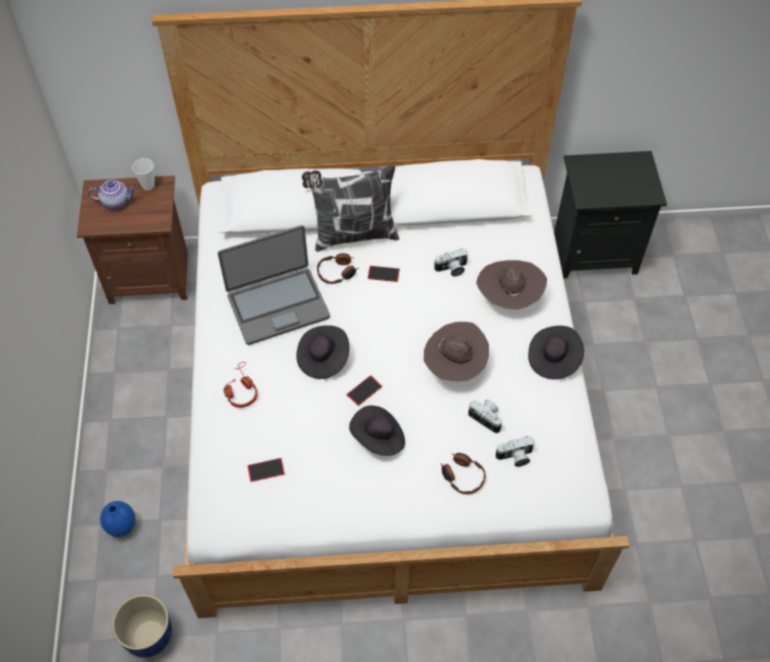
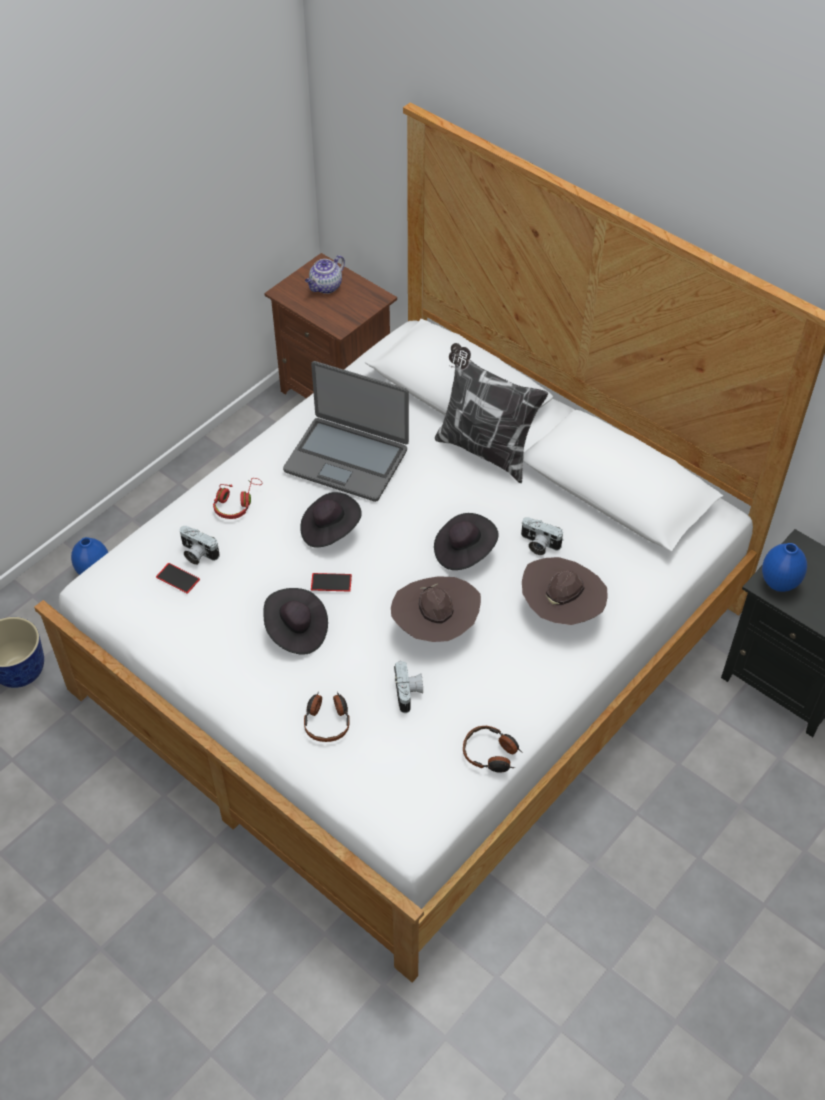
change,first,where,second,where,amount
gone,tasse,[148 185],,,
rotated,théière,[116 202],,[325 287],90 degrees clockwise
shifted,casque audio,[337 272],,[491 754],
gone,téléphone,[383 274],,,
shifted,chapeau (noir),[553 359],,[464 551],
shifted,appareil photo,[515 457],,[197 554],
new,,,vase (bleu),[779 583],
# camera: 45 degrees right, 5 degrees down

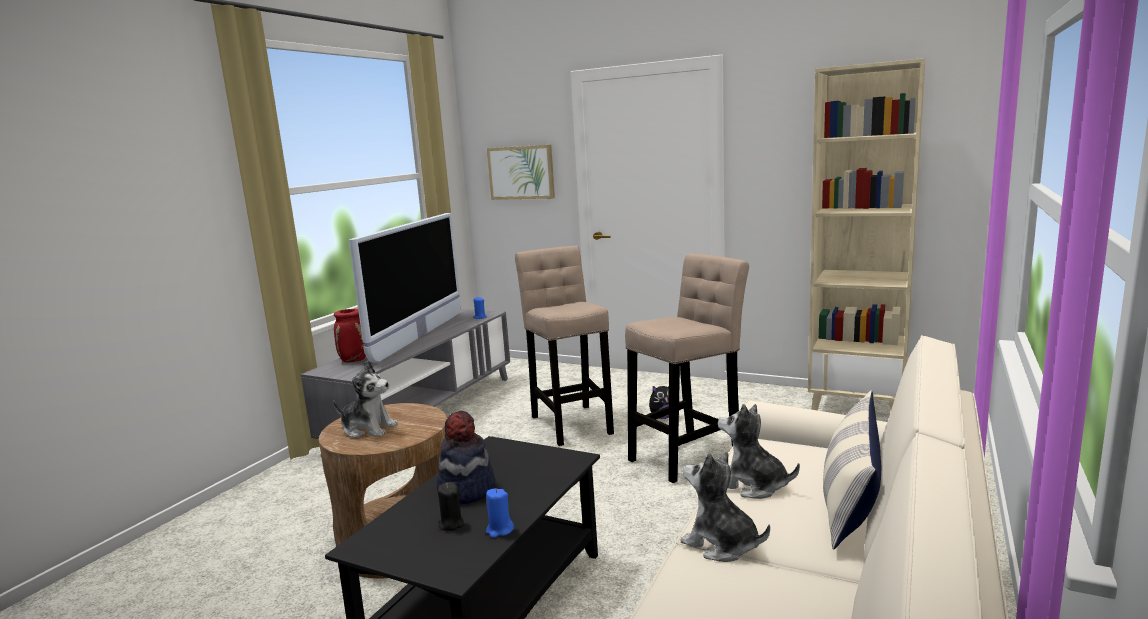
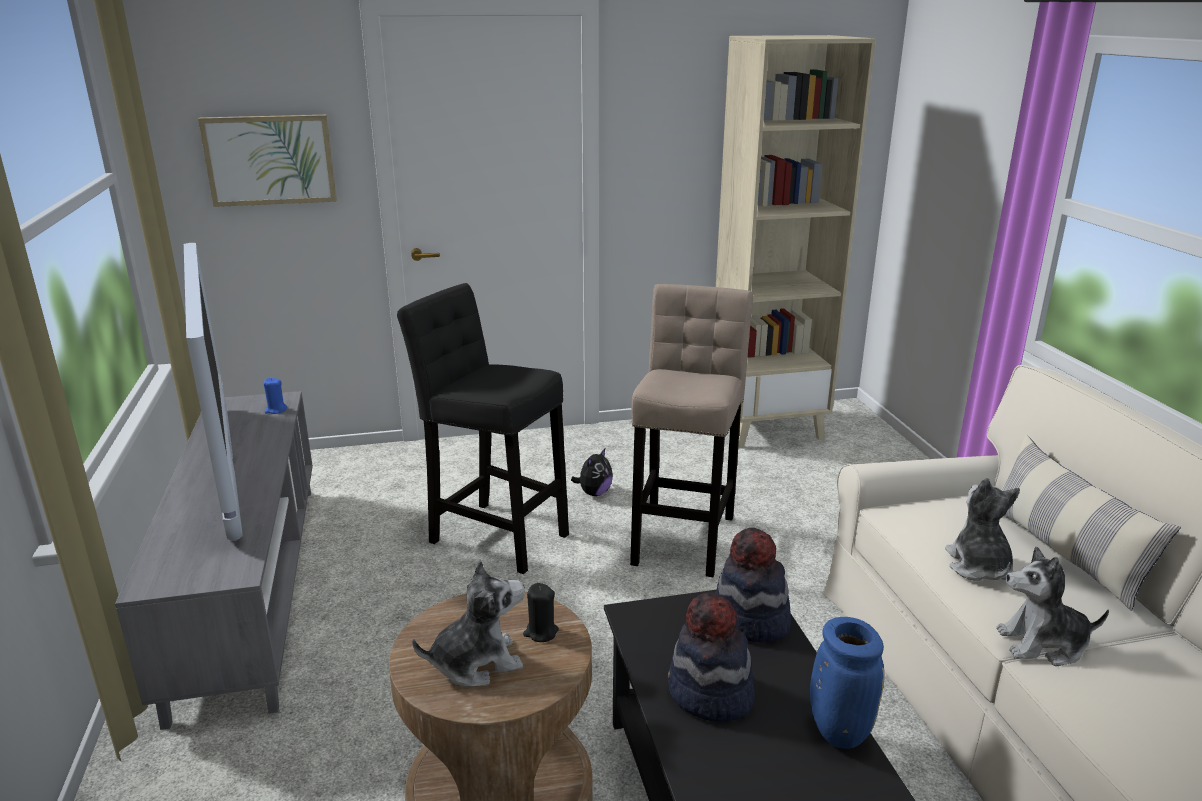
change,first,where,second,where,amount
repainted,tabouret (beige),[571 422],tabouret (noir),[494 535],
gone,vase (rouge),[355 360],,,
rotated,peluche,[753 485],,[978 567],90 degrees clockwise
shifted,bougie (noir),[451 524],,[541 632],
swapped,bougie (bleu),[499 530],vase (bleu),[837 730],
new,,,chapeau,[750 620],
# camera: 40 degrees left, 10 degrees up

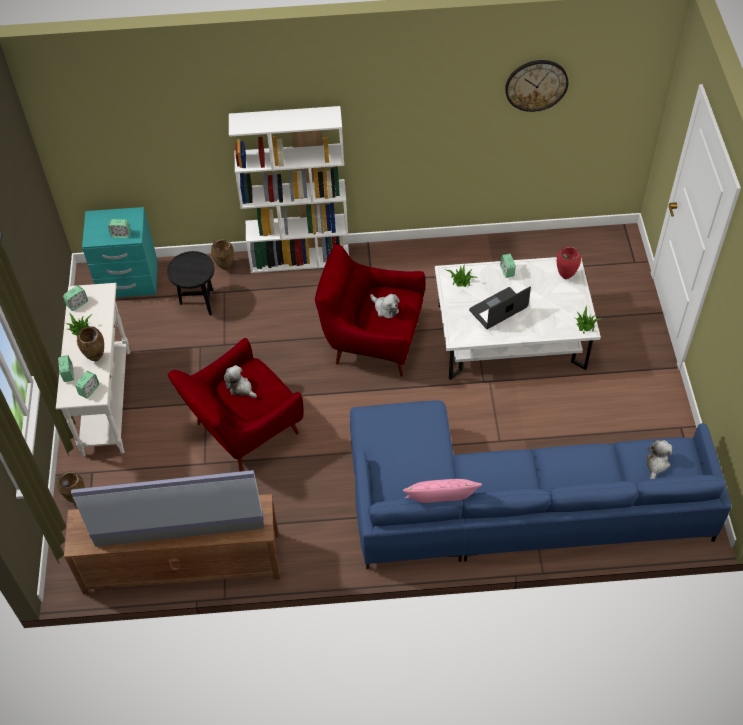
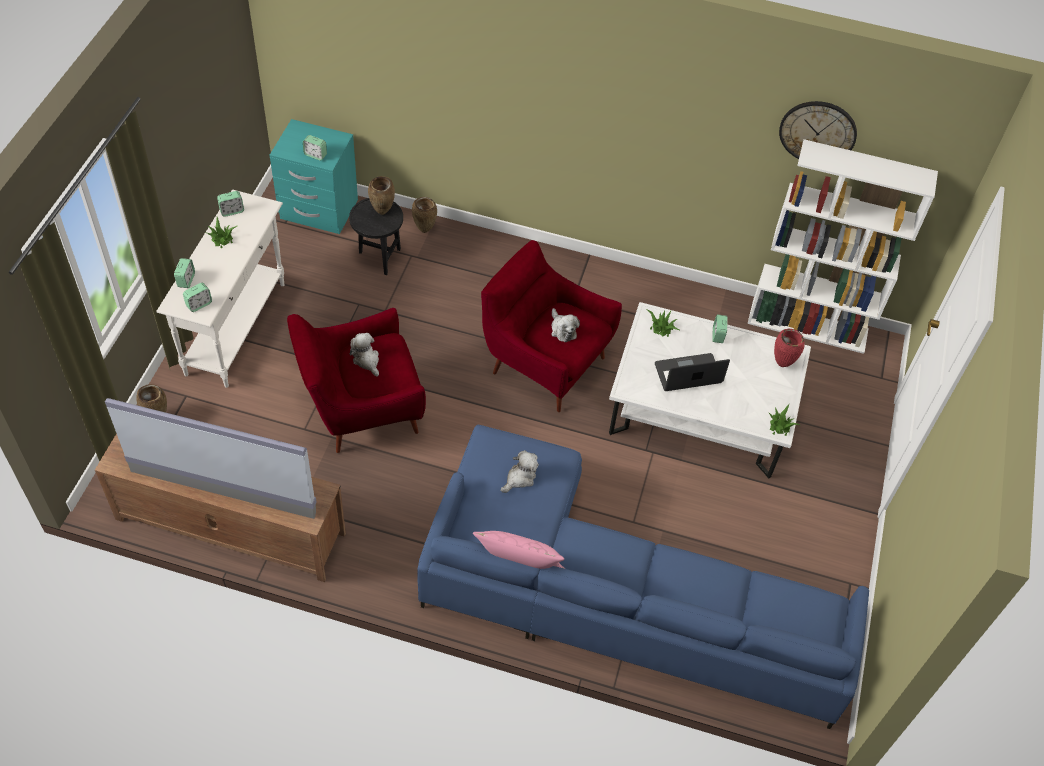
change,first,where,second,where,amount
shifted,bibliothèque (blanc),[300 258],,[808 326],
shifted,vase (marron),[96 359],,[382 212],
shifted,peluche,[656 464],,[520 478],
# camera: 15 degrees right, 0 degrees up

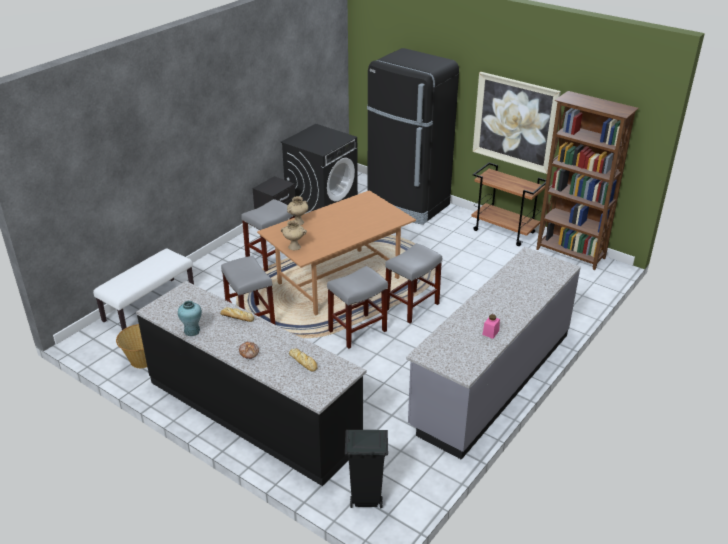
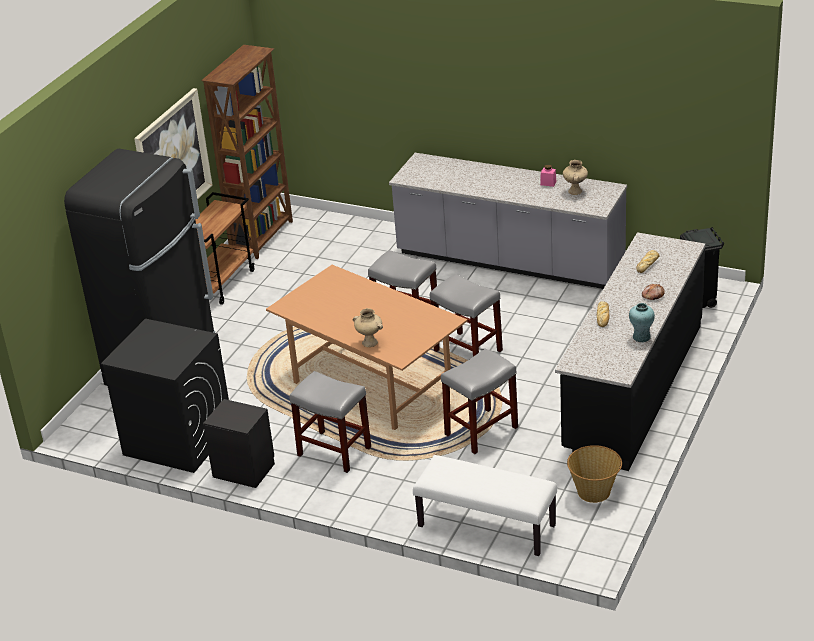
change,first,where,second,where,amount
shifted,vase (beige),[294 247],,[575 191],
# camera: 100 degrees left, 0 degrees up

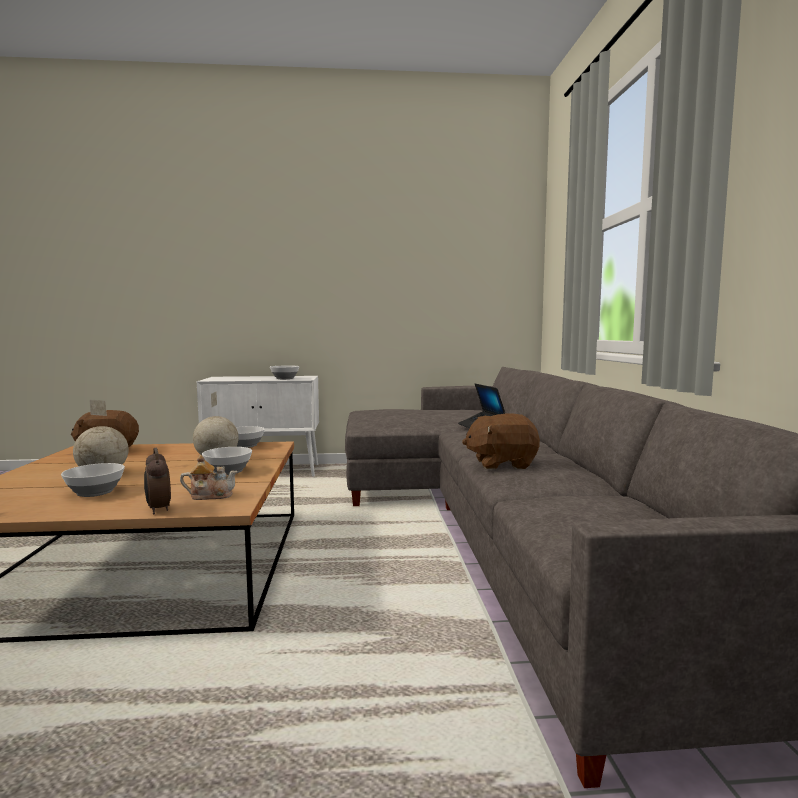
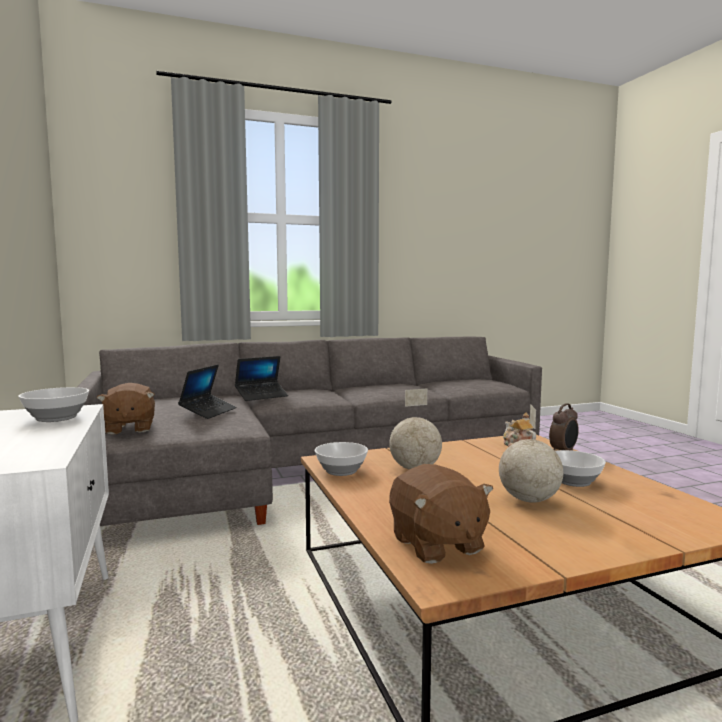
change,first,where,second,where,amount
shifted,peluche (marron),[501 464],,[129 428],
gone,bol,[227 471],,,
new,,,ordinateur portable,[208 412],
# camera: 105 degrees left, 0 degrees up

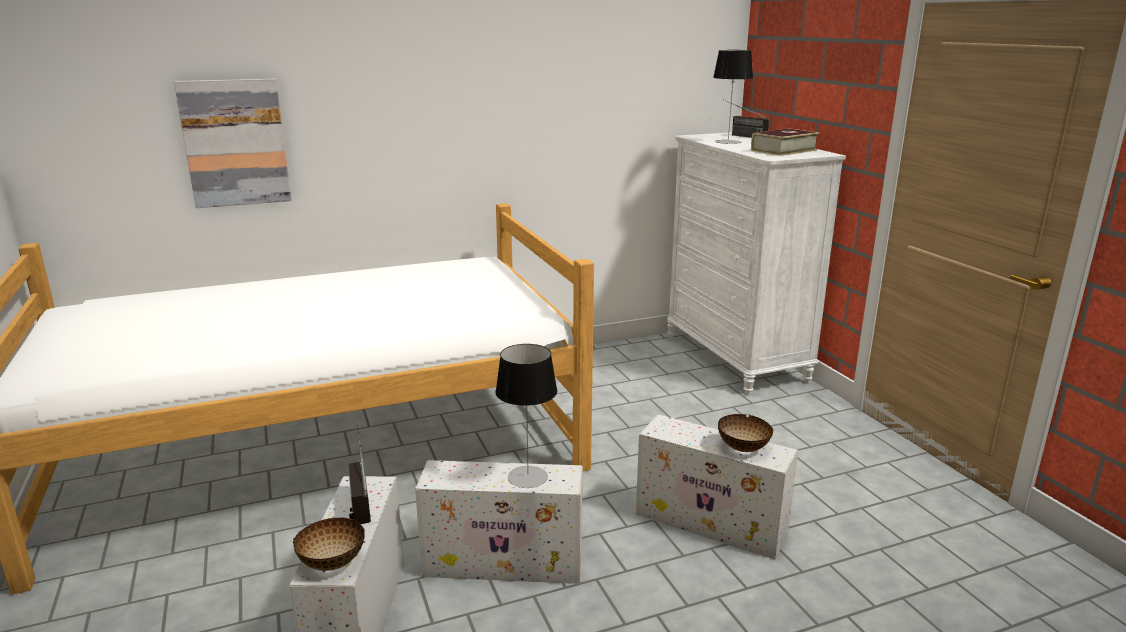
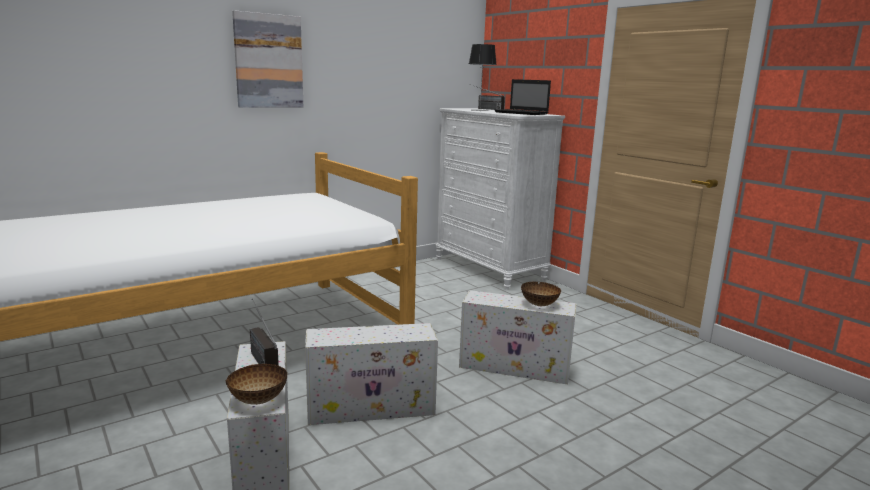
change,first,where,second,where,amount
shifted,tableau,[235 143],,[268 61],
swapped,livre,[783 150],ordinateur portable,[522 113],
gone,lampe de table,[528 477],,,
# camera: 15 degrees left, 5 degrees down

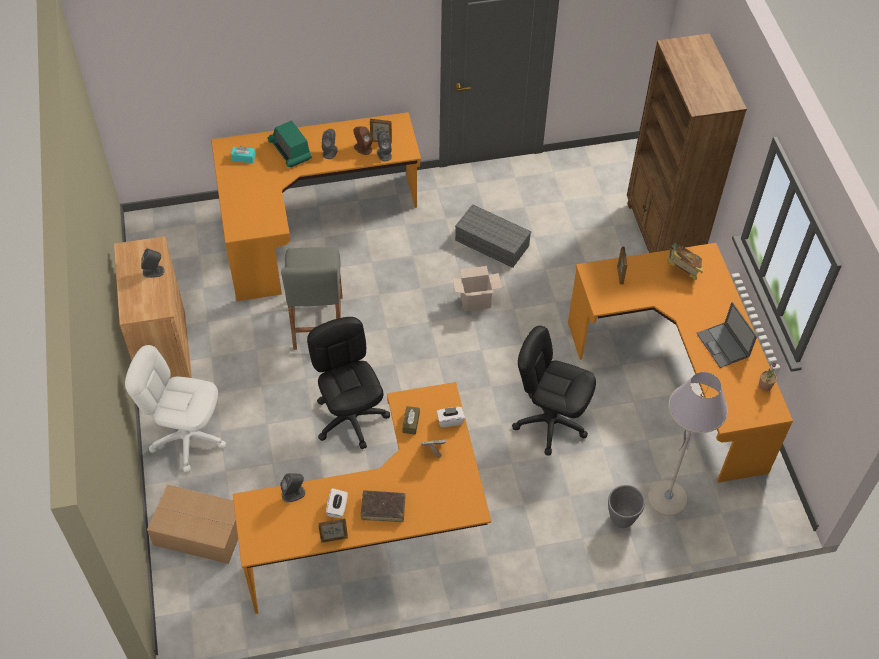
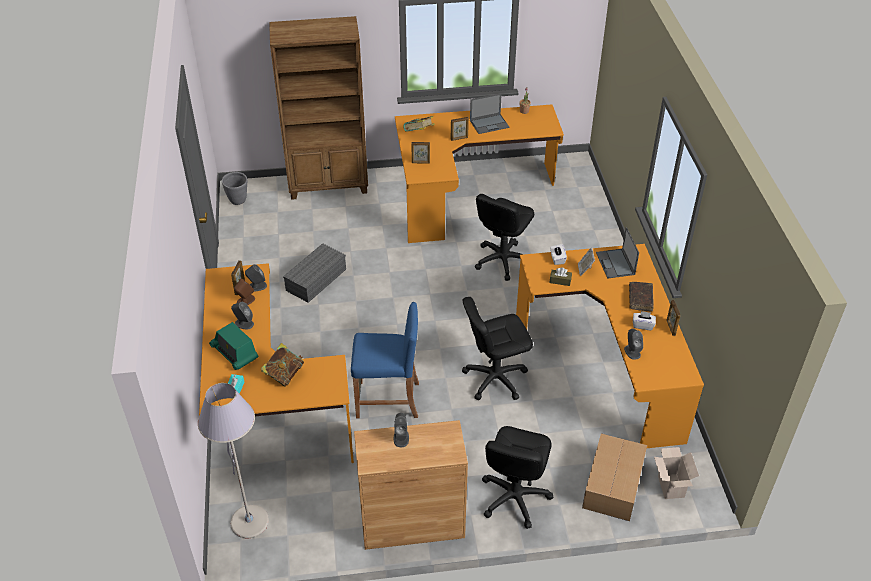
change,first,where,second,where,amount
rotated,radio,[290 151],,[235 353],75 degrees clockwise
repainted,tabouret (gris),[317 322],tabouret (bleu),[388 400],
shifted,carton,[476 301],,[669 486],
repainted,chaise de bureau (blanc),[188 438],chaise de bureau (noir),[514 497],
shifted,lampadaire (gris),[667 498],,[249 522],
shifted,cache-pot (gris),[621 519],,[238 201],
new,,,cadre photo,[459 138],
new,,,ordinateur portable,[615 264],
new,,,livre,[284 374],
# camera: 85 degrees left, 10 degrees down

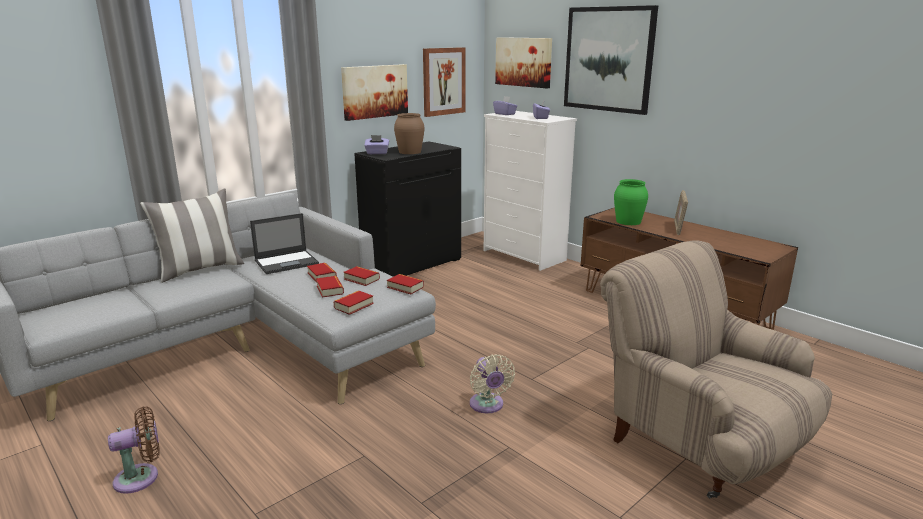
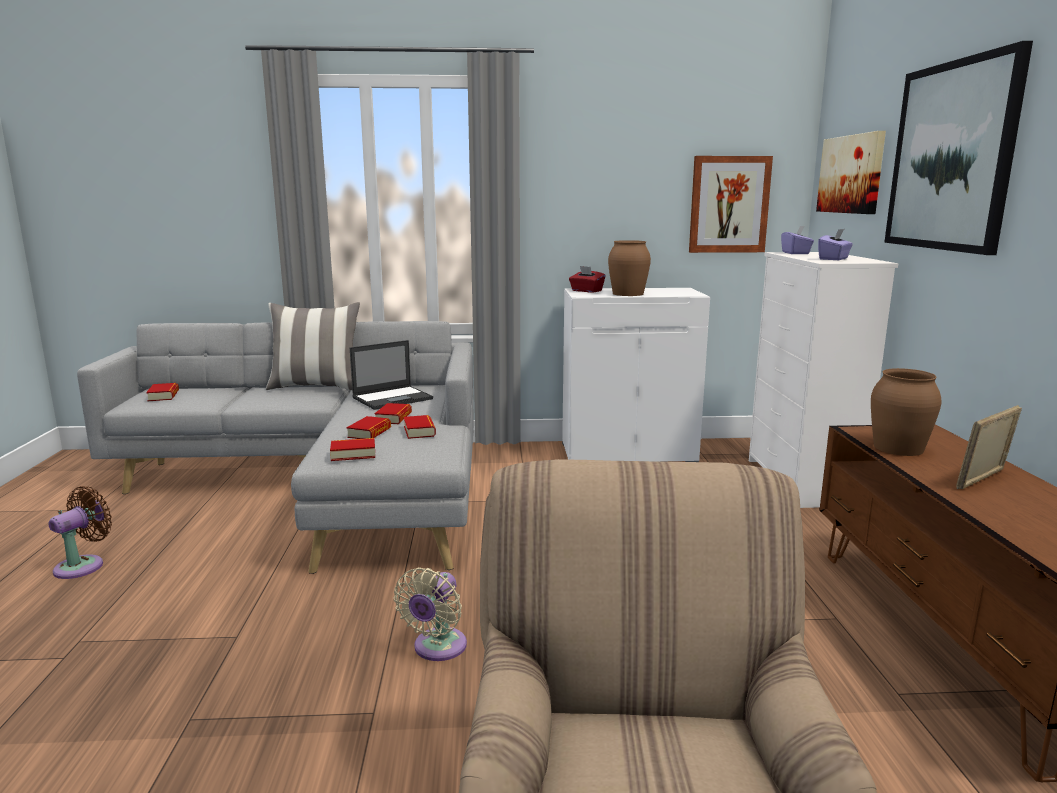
change,first,where,second,where,amount
gone,tableau,[374 91],,,
repainted,boîte à mouchoirs (violet),[377 153],boîte à mouchoirs (rouge),[586 291],
repainted,meuble de rangement (noir),[412 264],meuble de rangement (blanc),[628 452],
repainted,vase (vert),[628 221],vase (marron),[897 447],
rotated,ordinateur portable,[287 262],,[393 398],45 degrees counterclockwise
shifted,livre,[405 287],,[163 396],
rotated,ventilateur (marron),[141 477],,[84 565],75 degrees counterclockwise
# camera: 40 degrees right, 5 degrees down

